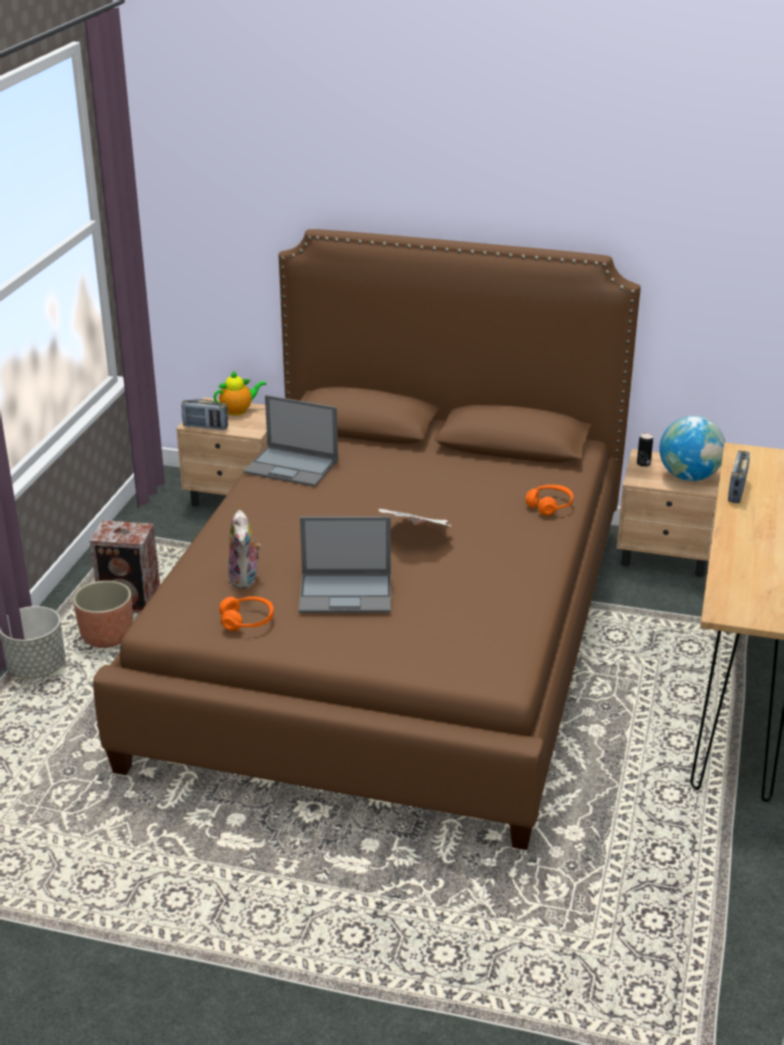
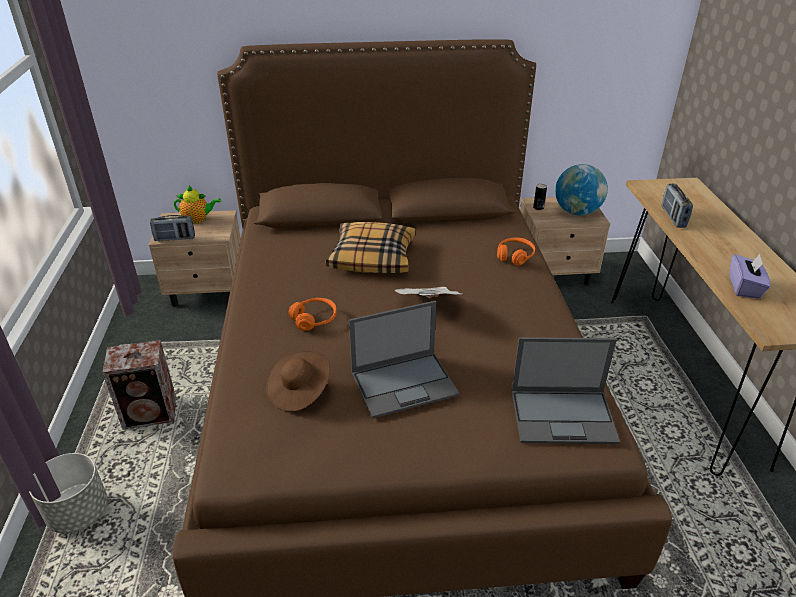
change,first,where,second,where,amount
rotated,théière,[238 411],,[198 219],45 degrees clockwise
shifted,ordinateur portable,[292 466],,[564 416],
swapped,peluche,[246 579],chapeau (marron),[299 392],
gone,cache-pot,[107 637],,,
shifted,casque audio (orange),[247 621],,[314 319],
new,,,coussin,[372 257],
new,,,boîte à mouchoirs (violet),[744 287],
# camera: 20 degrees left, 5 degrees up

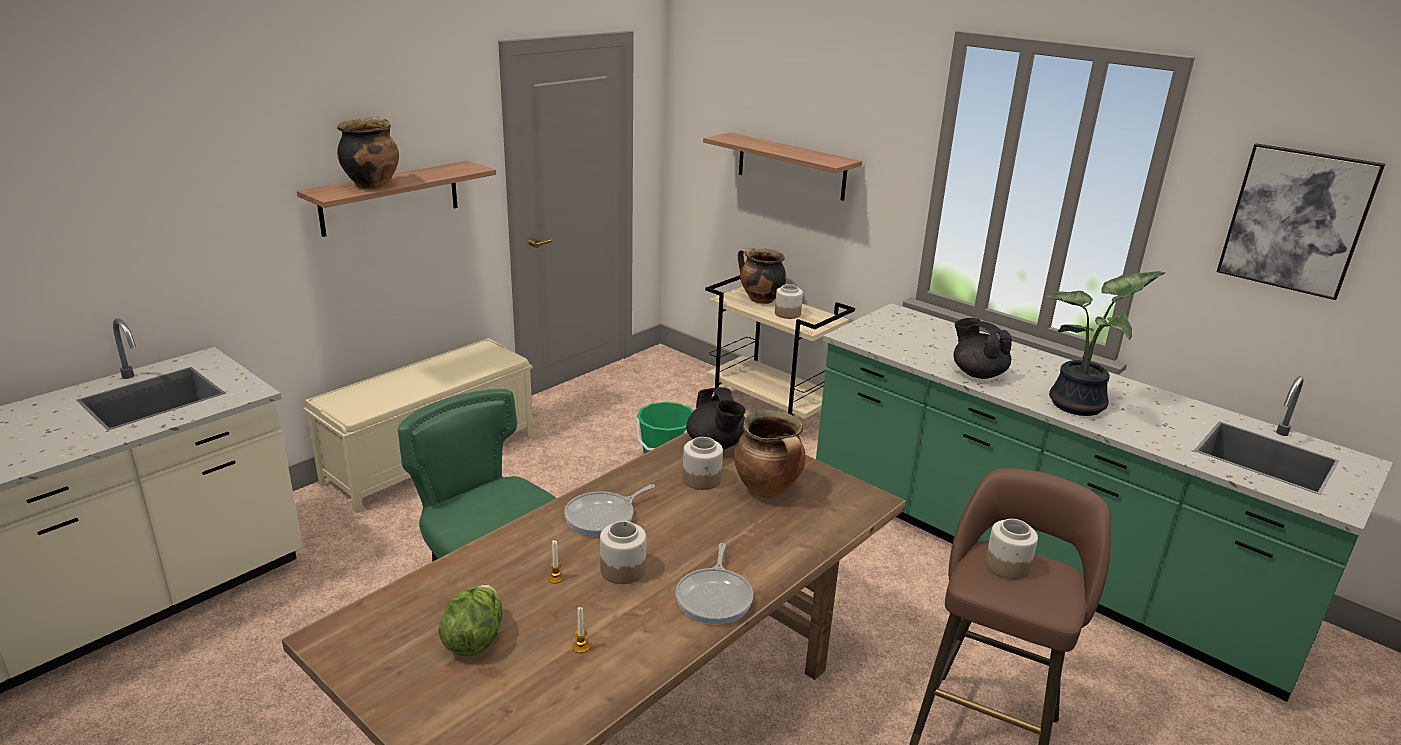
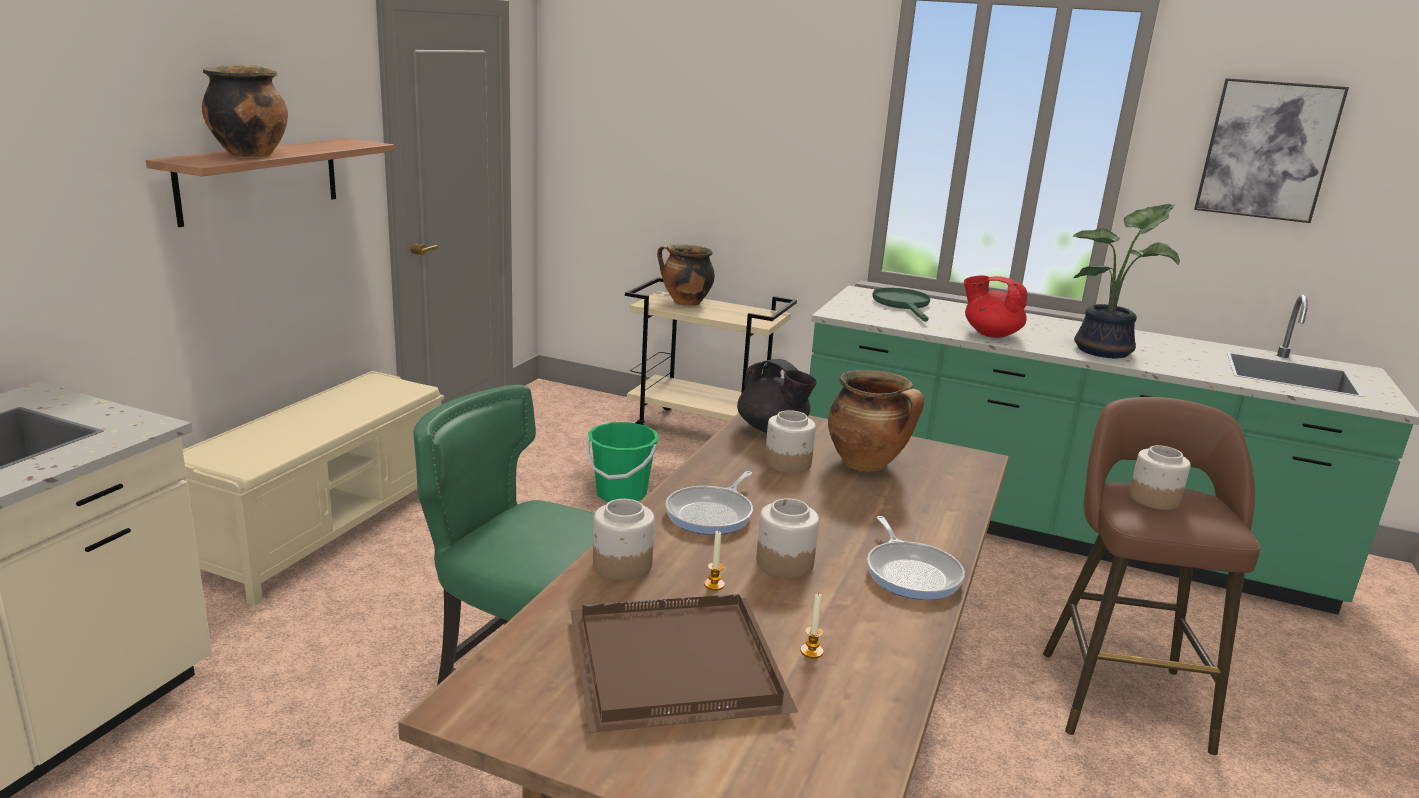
change,first,where,second,where,amount
gone,étagère,[791 166],,,
shifted,bocal,[787 314],,[622 565],
repainted,théière (noir),[977 373],théière (rouge),[990 334],
swapped,laitue,[474 639],plateau (marron),[673 668],
new,,,poêle (vert),[903 305],
# camera: 20 degrees left, 5 degrees down

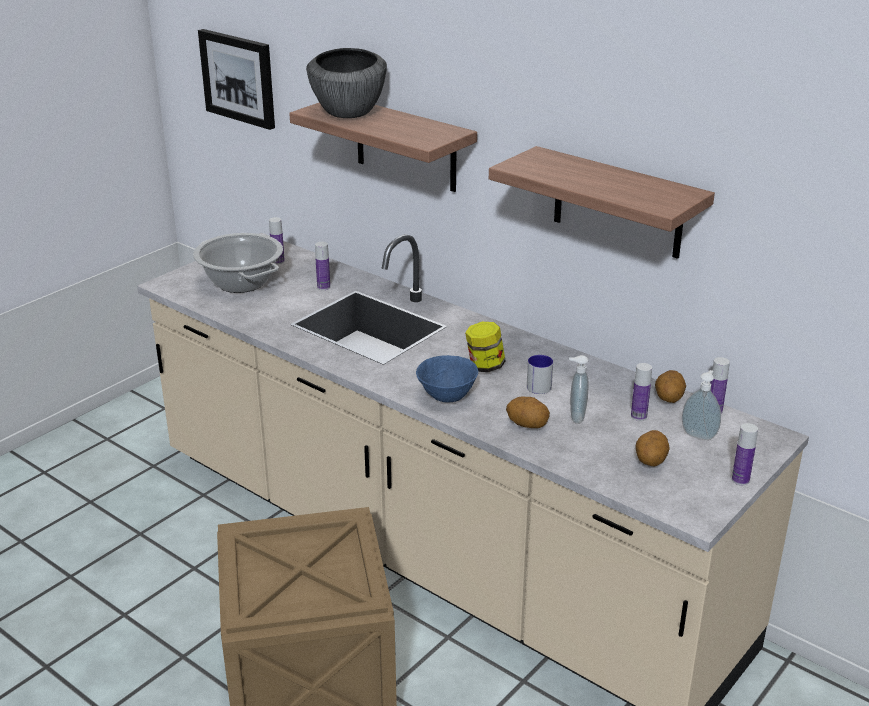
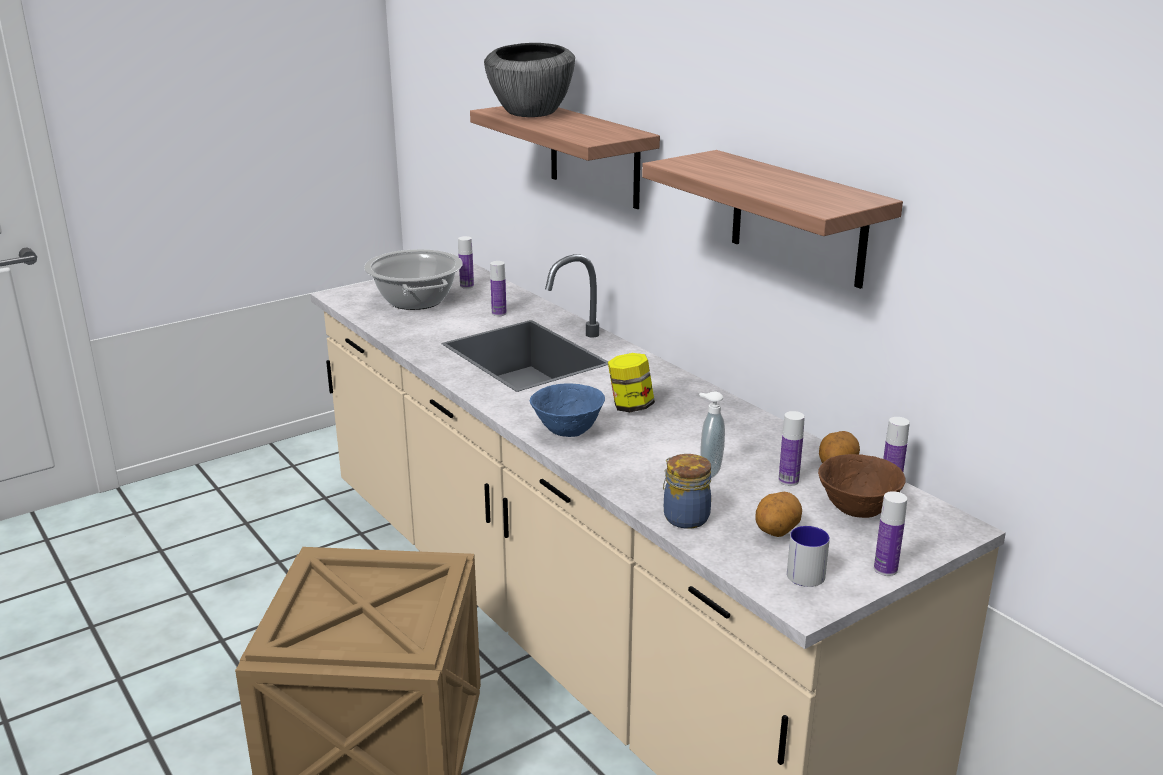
change,first,where,second,where,amount
gone,tableau,[239 78],,,
shifted,mug,[537 384],,[804 571],
swapped,distributeur de savon,[699 434],bol (marron),[856 511],
gone,pomme de terre,[527 425],,,
new,,,bocal,[684 517],
# camera: 15 degrees right, 5 degrees down

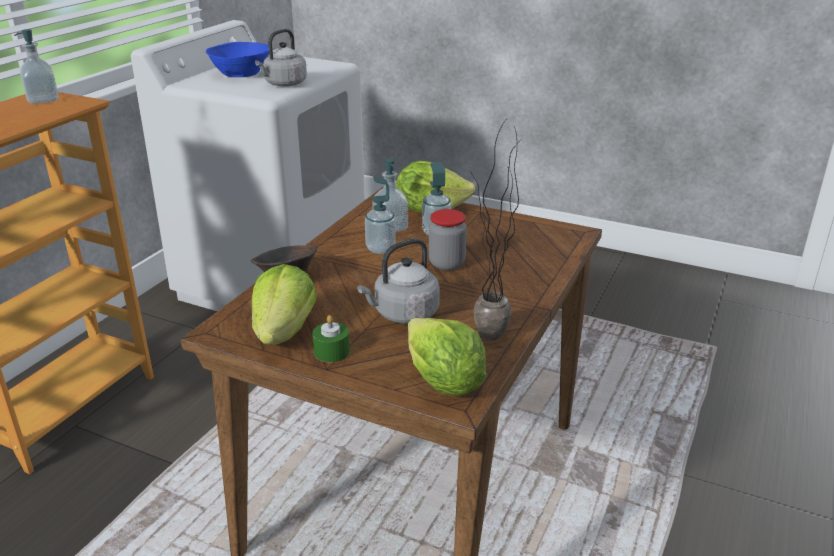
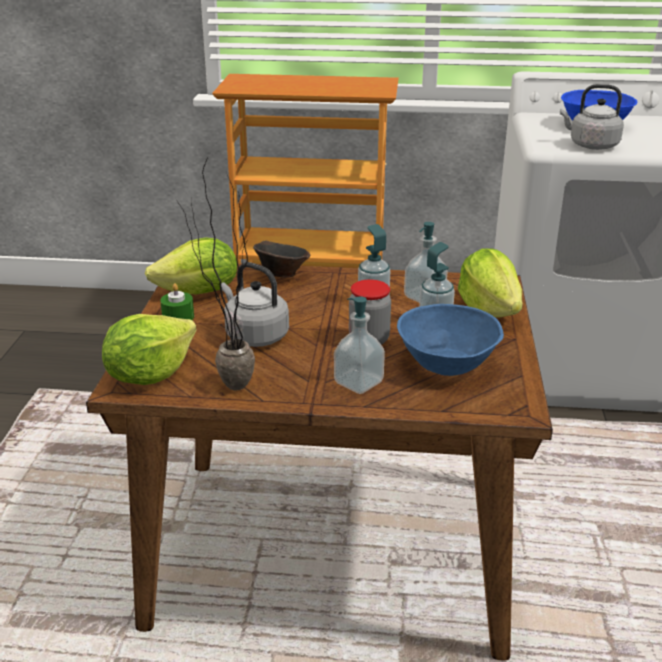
change,first,where,second,where,amount
shifted,distributeur de savon,[43 100],,[358 383],
new,,,bol (bleu),[448 363],
# camera: 70 degrees right, 0 degrees up

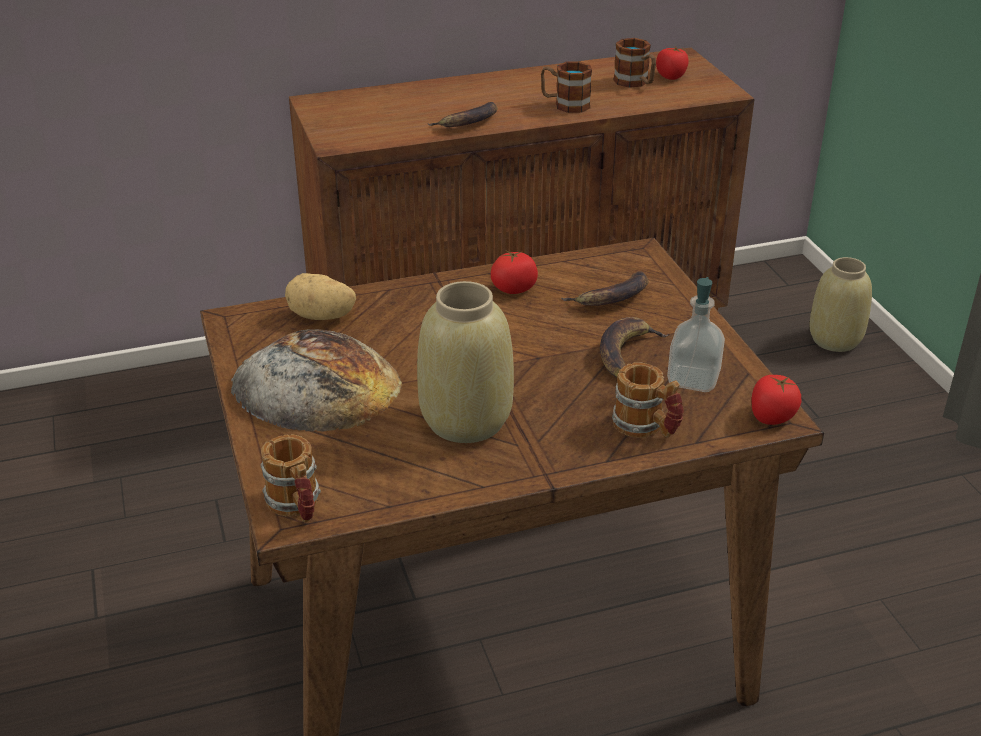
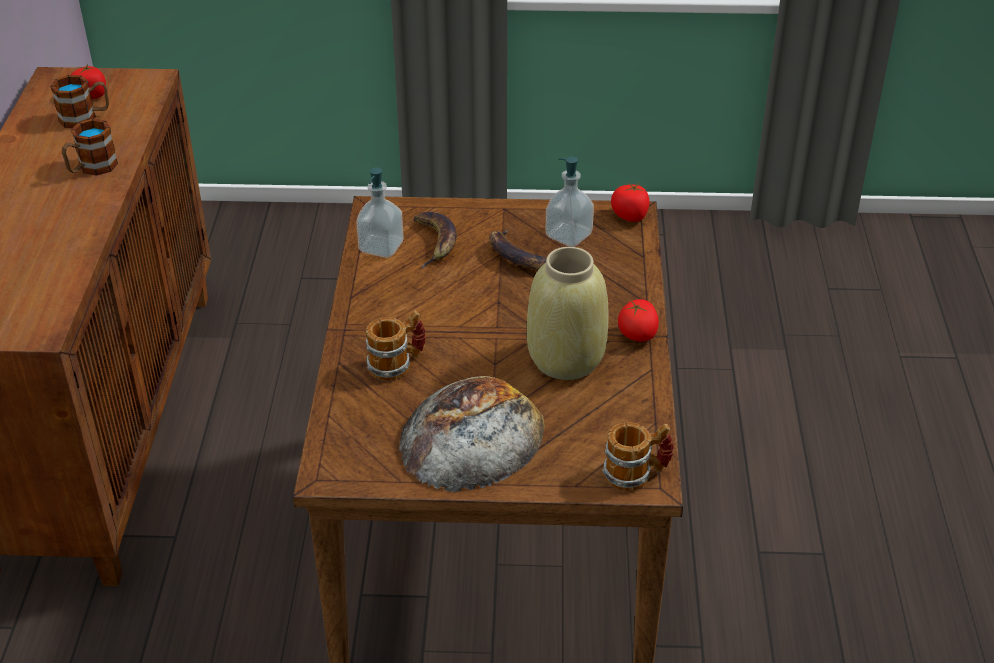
change,first,where,second,where,amount
gone,banane,[468 122],,,
shifted,tomate,[513 289],,[637 334],
gone,vase (beige),[835 340],,,
gone,pomme de terre,[321 317],,,
shifted,mug,[646 428],,[397 364],
new,,,distributeur de savon,[381 247],
# camera: 70 degrees left, 5 degrees up

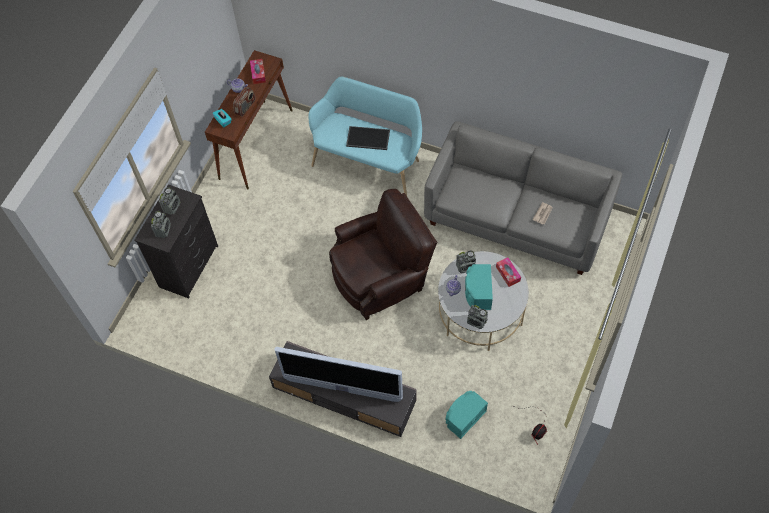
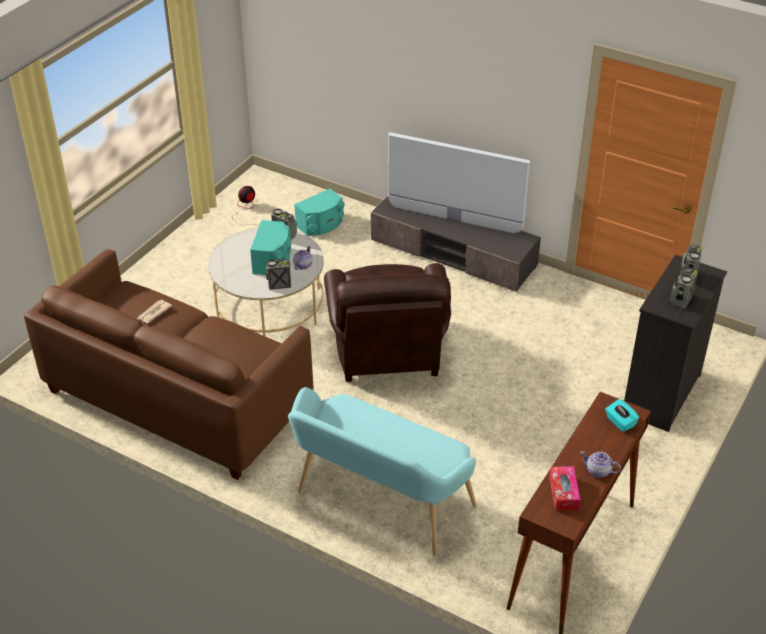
change,first,where,second,where,amount
gone,radio,[245 107],,,
repainted,canapé (gris),[517 217],canapé (marron),[177 398],
gone,plateau,[367 139],,,
rotated,fauteuil (marron),[382 277],,[388 353],75 degrees counterclockwise
gone,boîte à mouchoirs,[508 274],,,
# camera: 175 degrees left, 20 degrees down

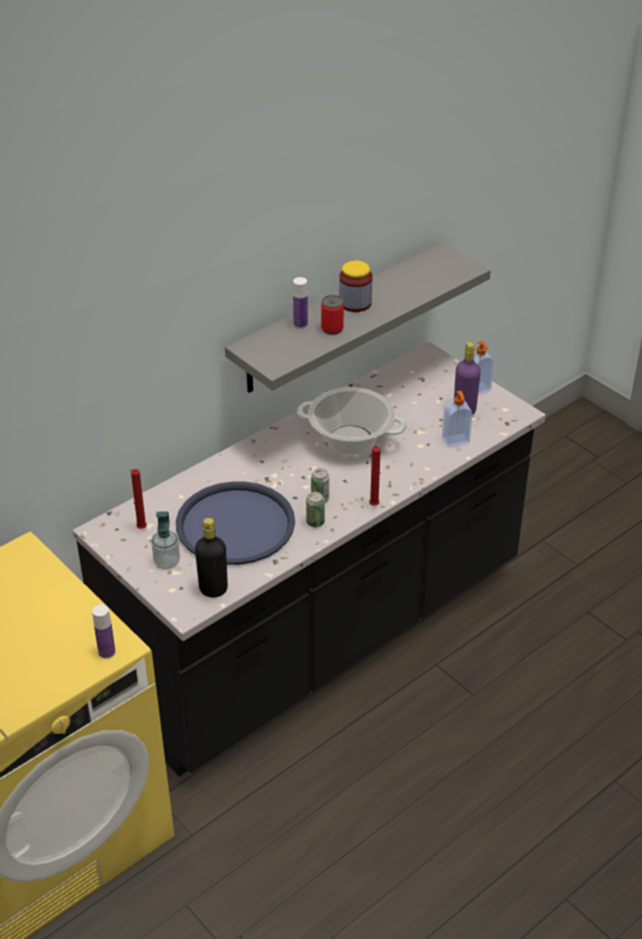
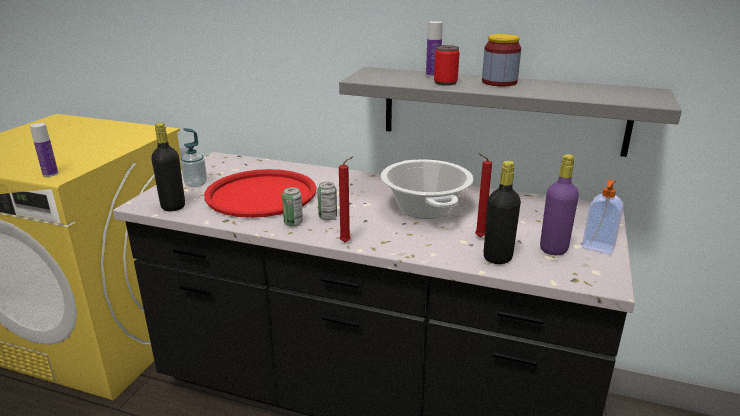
change,first,where,second,where,amount
swapped,distributeur de savon,[456 441],bouteille (noir),[497 257],
shifted,bougie (rouge),[141 529],,[478 237],
repainted,plateau (bleu),[235 524],plateau (rouge),[261 194],
# camera: 60 degrees right, 15 degrees down

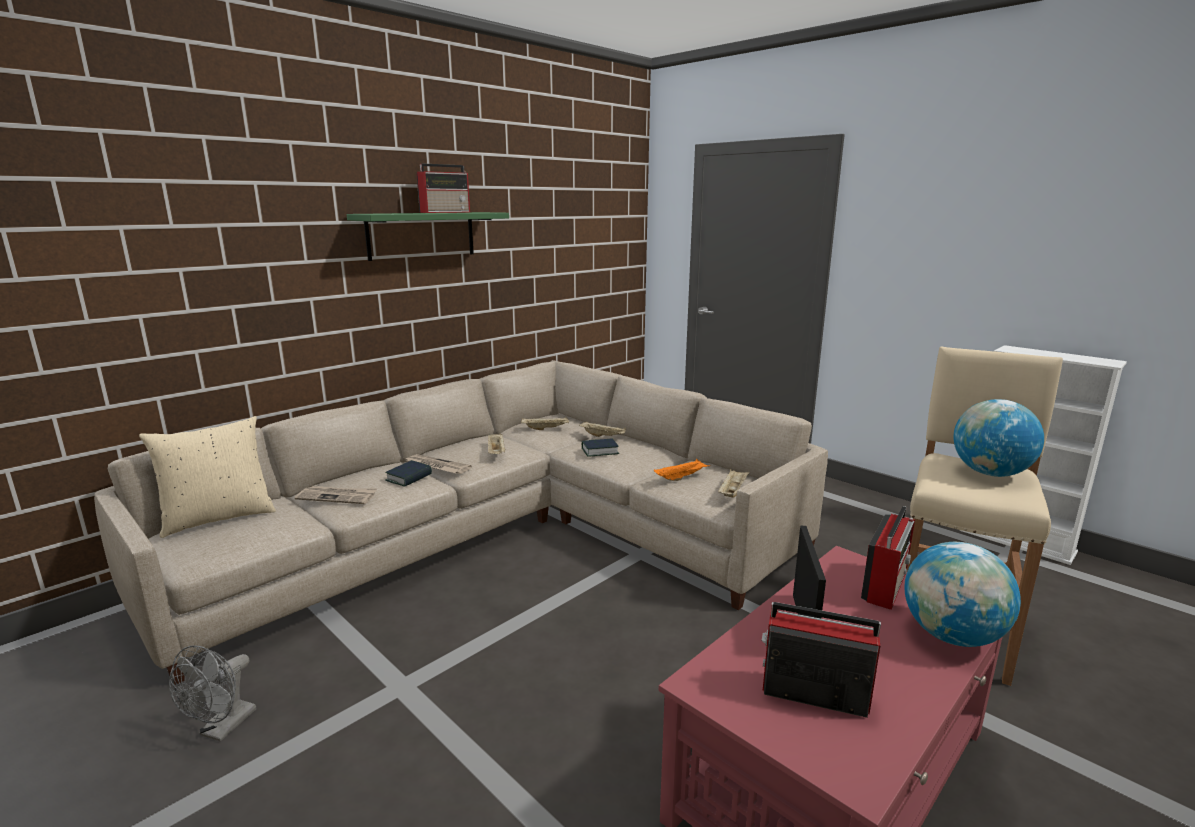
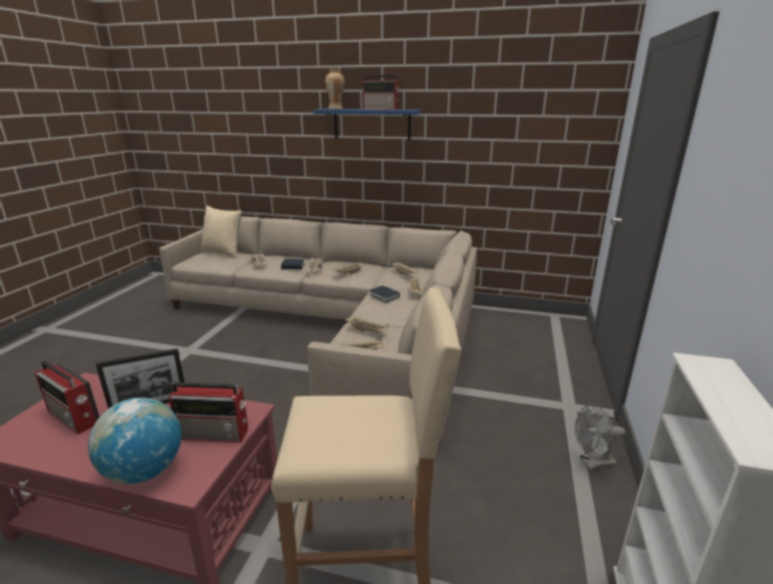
change,first,where,second,where,amount
repainted,étagère (vert),[421 235],étagère (bleu),[372 124],
gone,globe,[989 473],,,
repainted,plateau (orange),[681 477],plateau (beige),[367 331],
rotated,radio,[812 693],,[74 418],135 degrees clockwise
shifted,ventilateur (gris),[222 729],,[593 463],
new,,,vase,[335 108],
# camera: 60 degrees right, 5 degrees up

